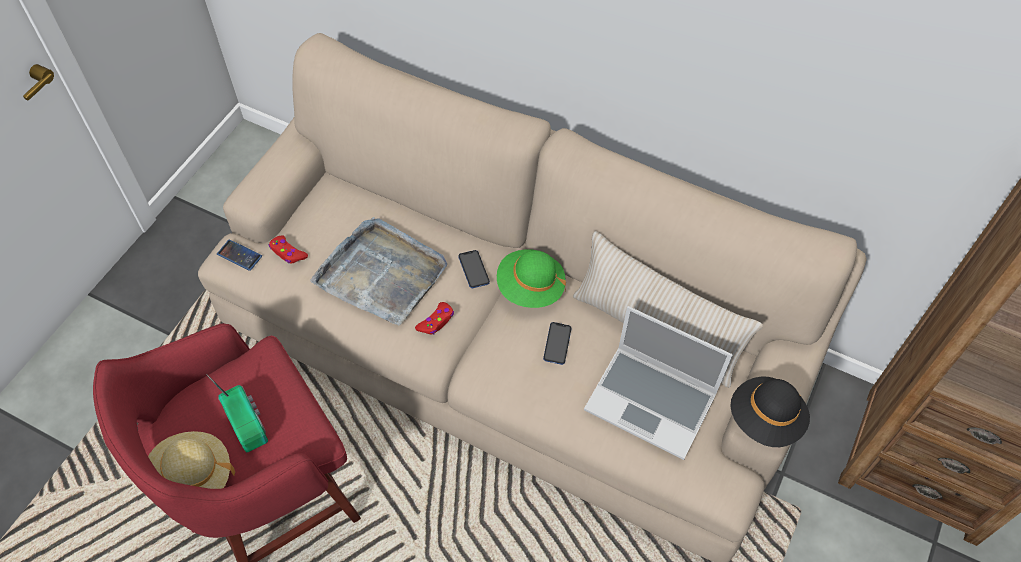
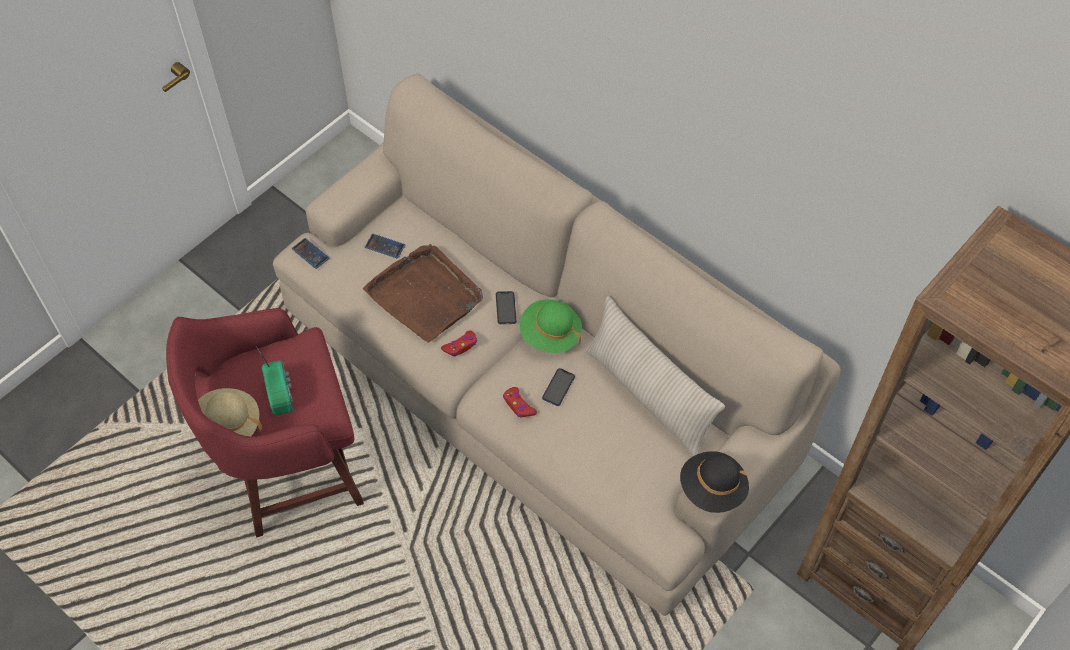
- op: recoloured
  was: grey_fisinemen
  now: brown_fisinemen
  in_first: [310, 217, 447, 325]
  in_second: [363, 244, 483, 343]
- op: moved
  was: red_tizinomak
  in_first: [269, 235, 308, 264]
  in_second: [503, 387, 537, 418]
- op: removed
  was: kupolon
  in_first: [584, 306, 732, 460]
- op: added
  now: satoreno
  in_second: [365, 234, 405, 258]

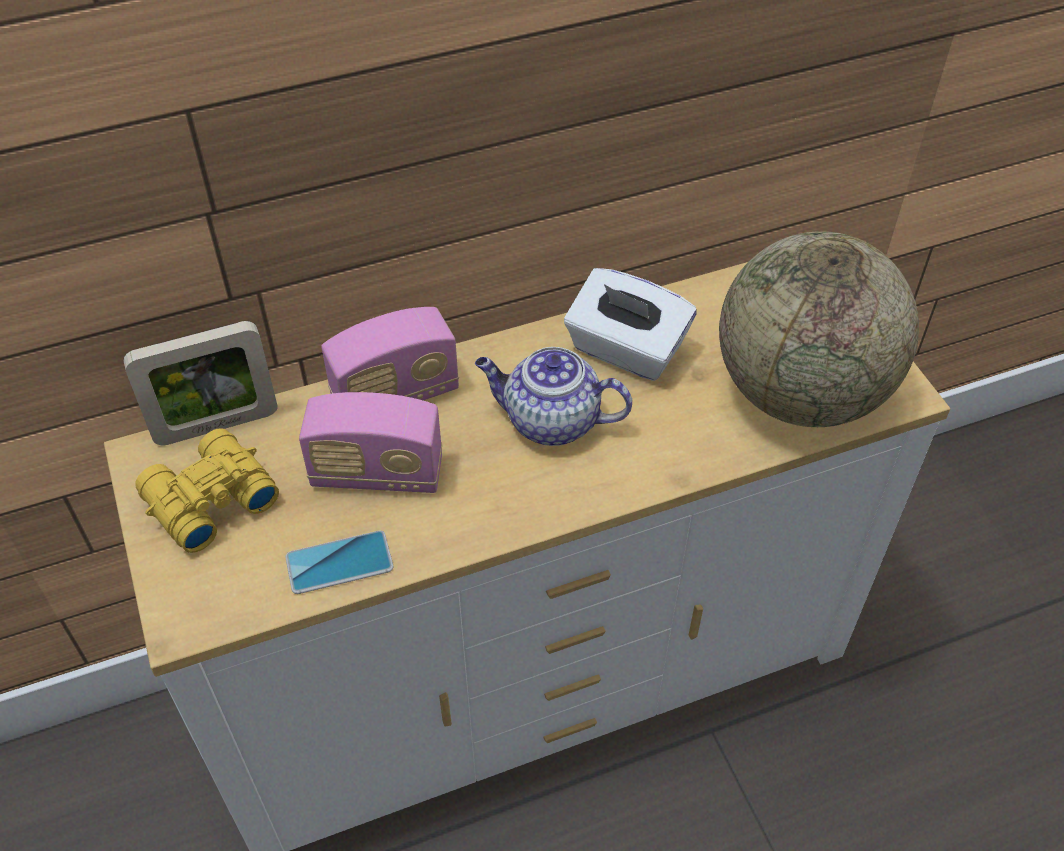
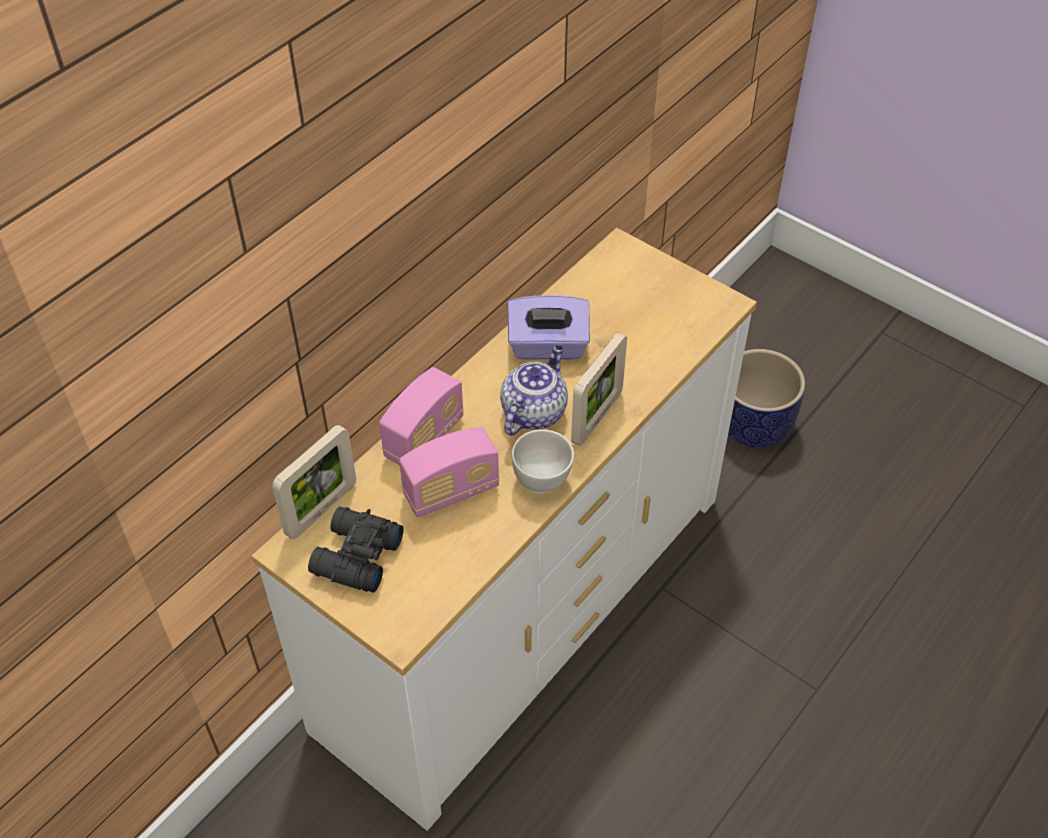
- op: removed
  was: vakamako
  in_first: [719, 231, 919, 427]
- op: recoloured
  was: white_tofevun
  now: purple_tofevun
  in_first: [564, 268, 697, 381]
  in_second: [508, 295, 590, 360]
- op: turned
  was: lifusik
  in_first: [475, 347, 632, 446]
  in_second: [500, 345, 568, 436]
  clockwise: 135
- op: recoloured
  was: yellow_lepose
  now: black_lepose
  in_first: [135, 428, 279, 553]
  in_second: [308, 507, 403, 592]
- op: removed
  was: satoreno
  in_first: [285, 531, 393, 594]
- op: added
  now: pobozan
  in_second: [571, 332, 627, 446]
- op: added
  now: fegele
  in_second: [728, 349, 806, 448]
- op: added
  now: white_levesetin
  in_second: [512, 429, 574, 493]

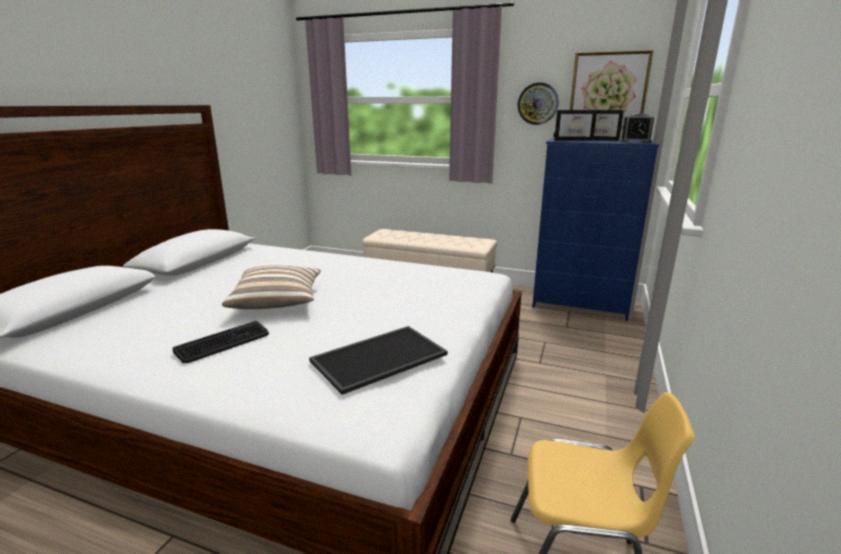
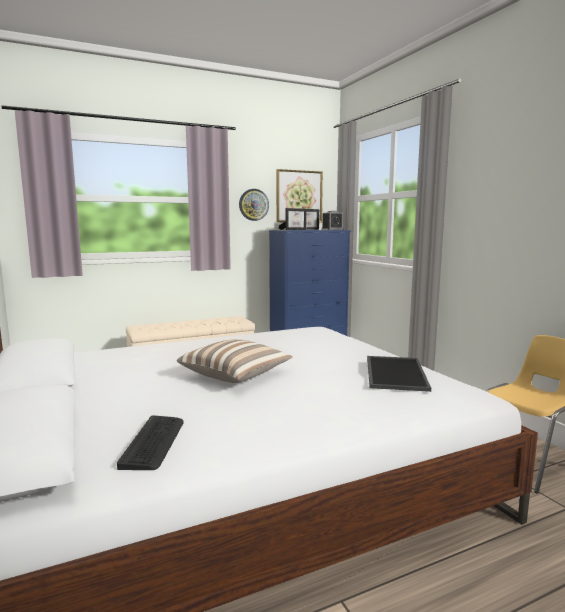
- op: moved
  was: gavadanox
  in_first: [172, 321, 269, 363]
  in_second: [117, 415, 183, 470]

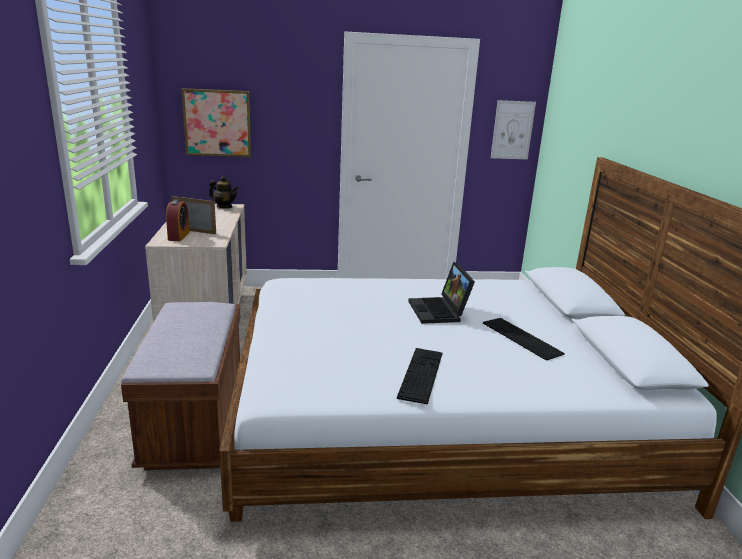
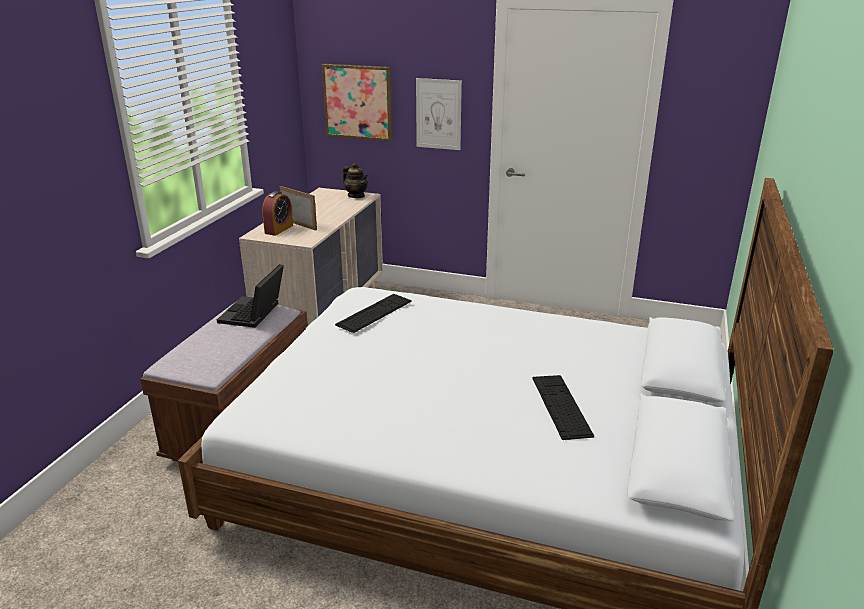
- op: moved
  was: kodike
  in_first: [491, 100, 536, 159]
  in_second: [416, 78, 462, 150]
- op: moved
  was: kupolon
  in_first: [408, 262, 475, 324]
  in_second: [217, 264, 284, 328]
- op: moved
  was: gavadanox
  in_first: [397, 348, 442, 404]
  in_second: [335, 294, 412, 333]

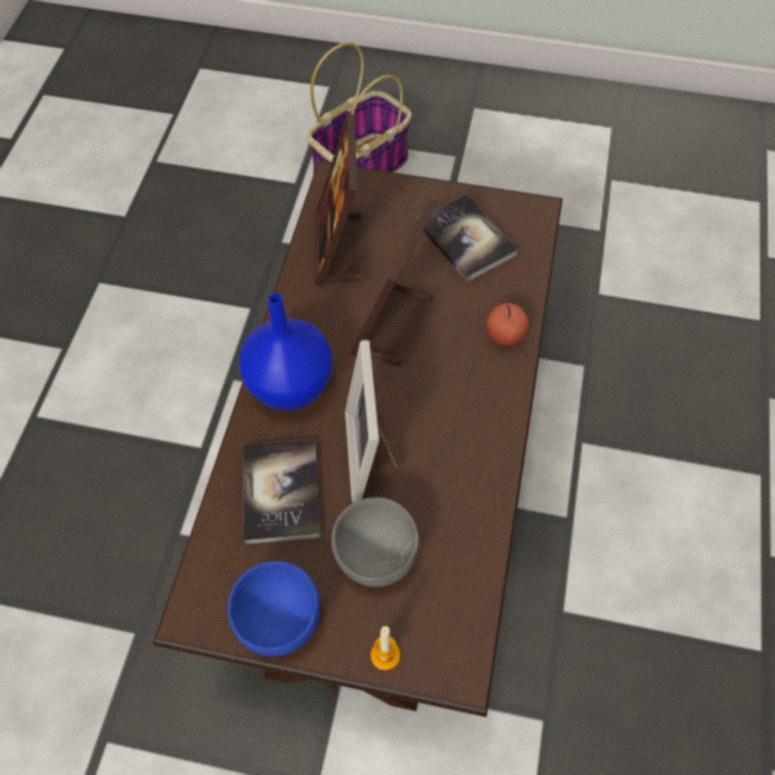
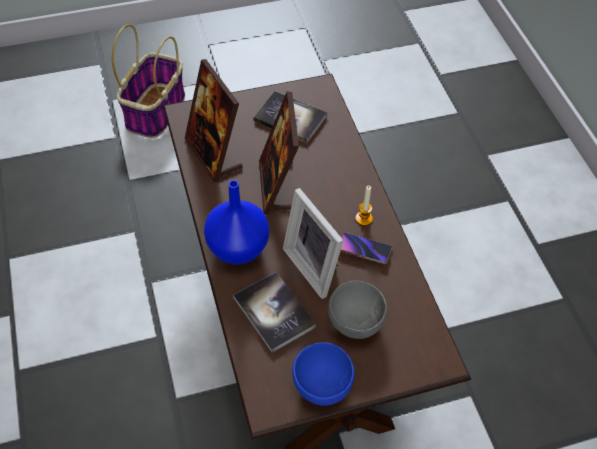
- op: removed
  was: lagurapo
  in_first: [486, 303, 529, 346]
- op: moved
  was: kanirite
  in_first: [370, 626, 400, 671]
  in_second: [355, 185, 373, 226]
- op: added
  now: satoreno
  in_second: [340, 233, 392, 264]

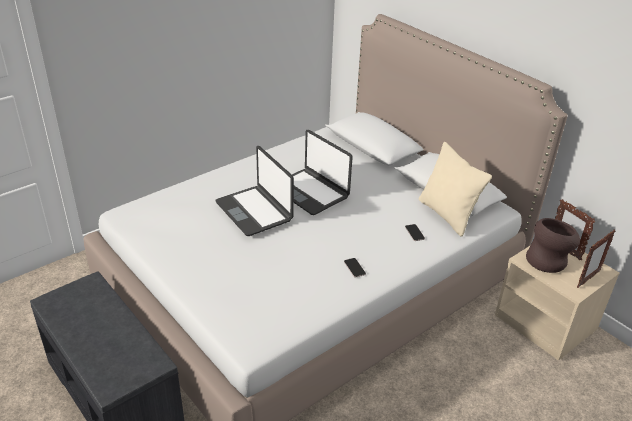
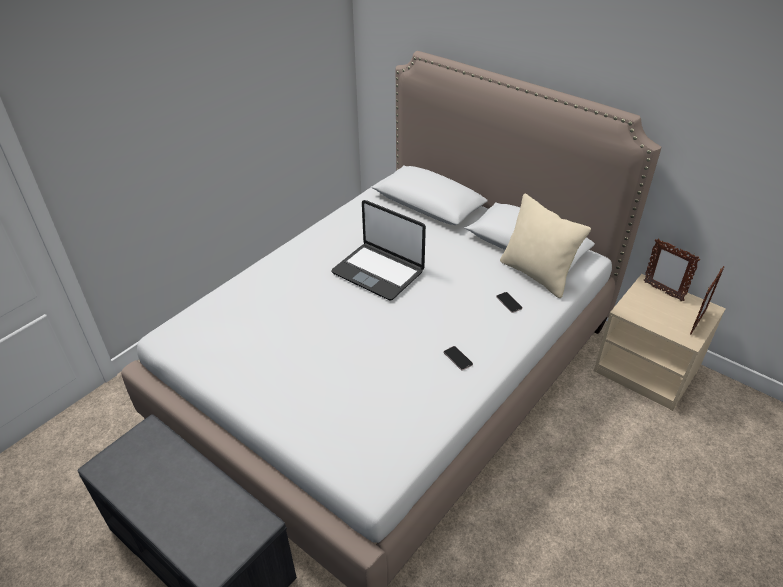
- op: removed
  was: kupolon
  in_first: [216, 146, 294, 236]
- op: removed
  was: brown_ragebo
  in_first: [526, 218, 580, 273]

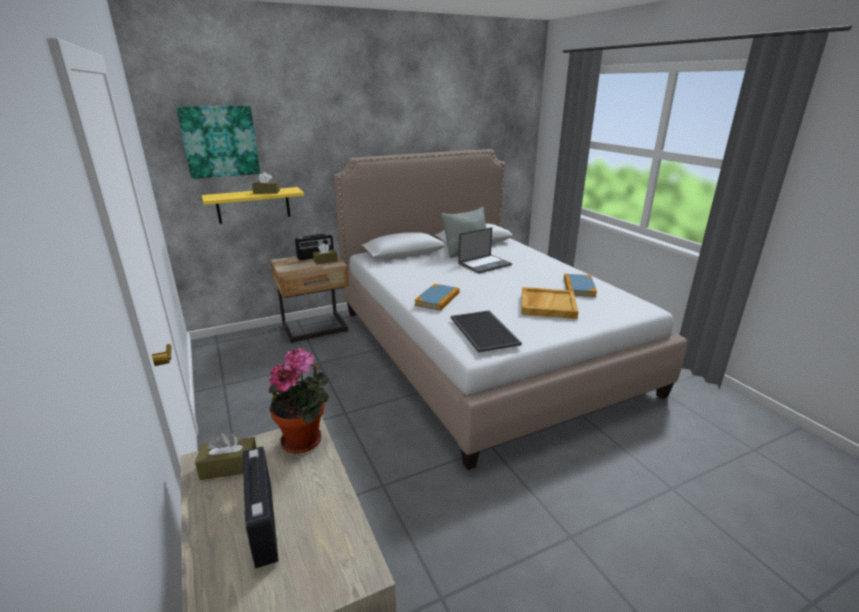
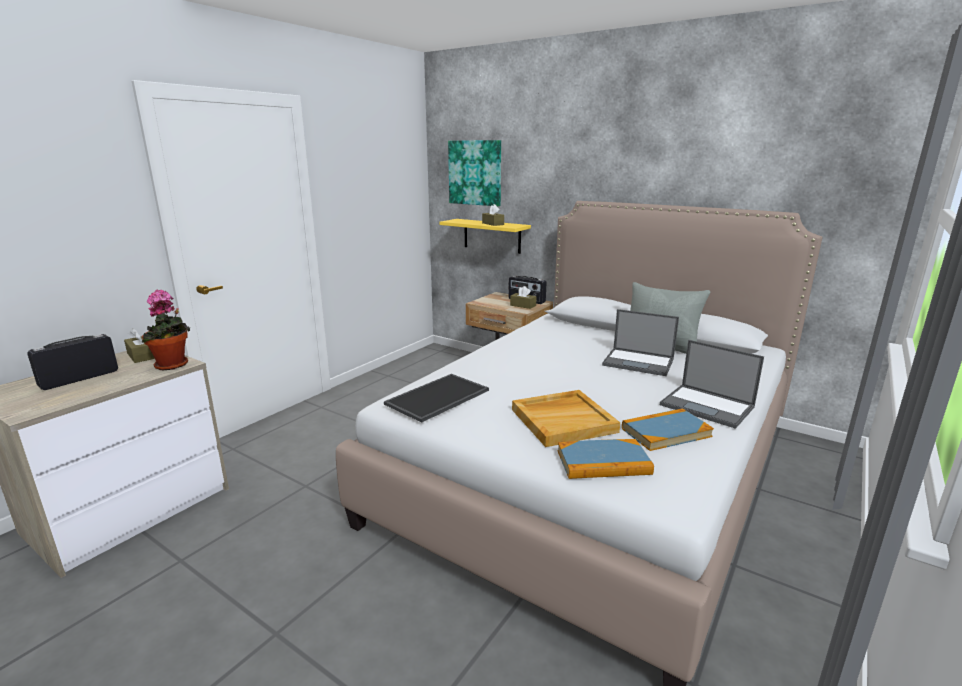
- op: moved
  was: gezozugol
  in_first: [414, 284, 460, 311]
  in_second: [557, 439, 654, 479]
- op: added
  now: kupolon
  in_second: [660, 340, 764, 429]

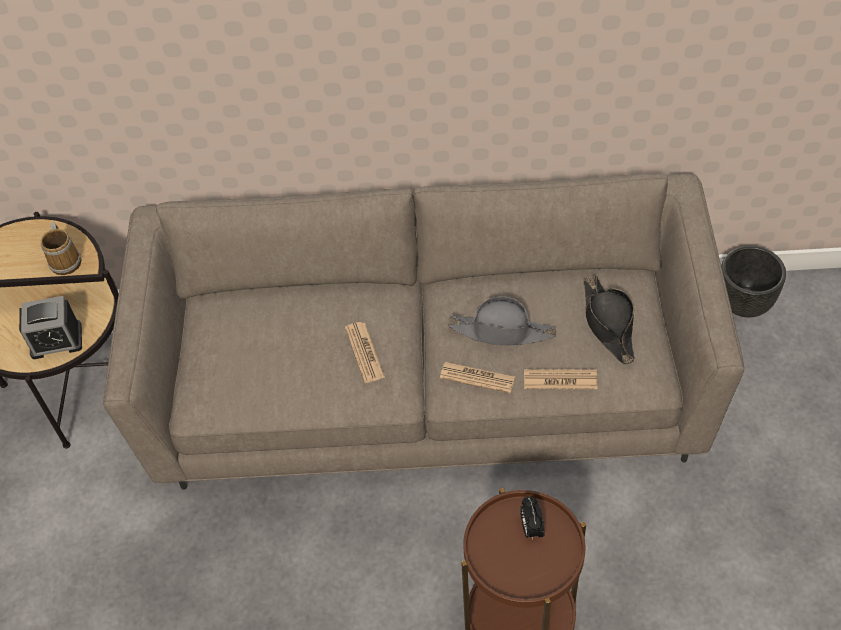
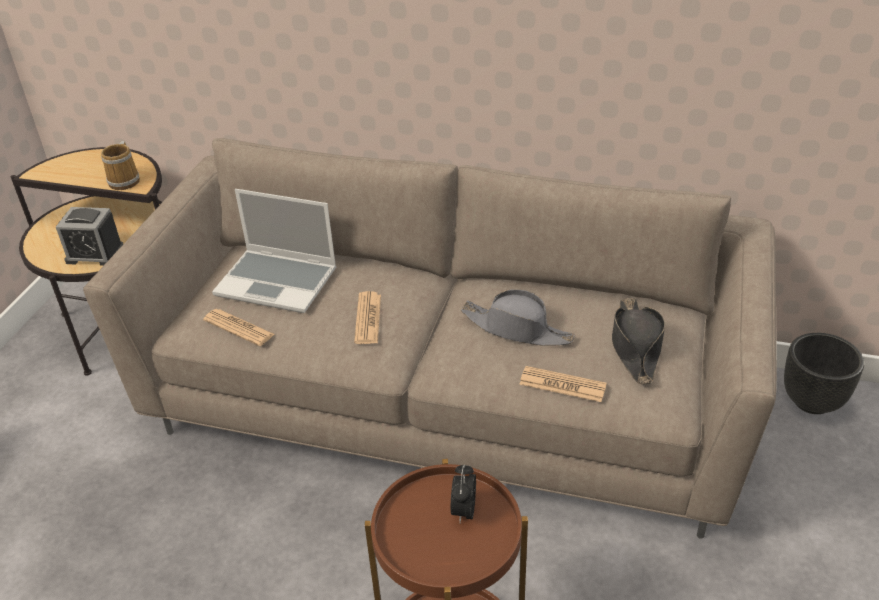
- op: moved
  was: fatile
  in_first: [440, 362, 515, 393]
  in_second: [203, 309, 275, 346]
- op: added
  now: kupolon
  in_second: [212, 189, 336, 313]

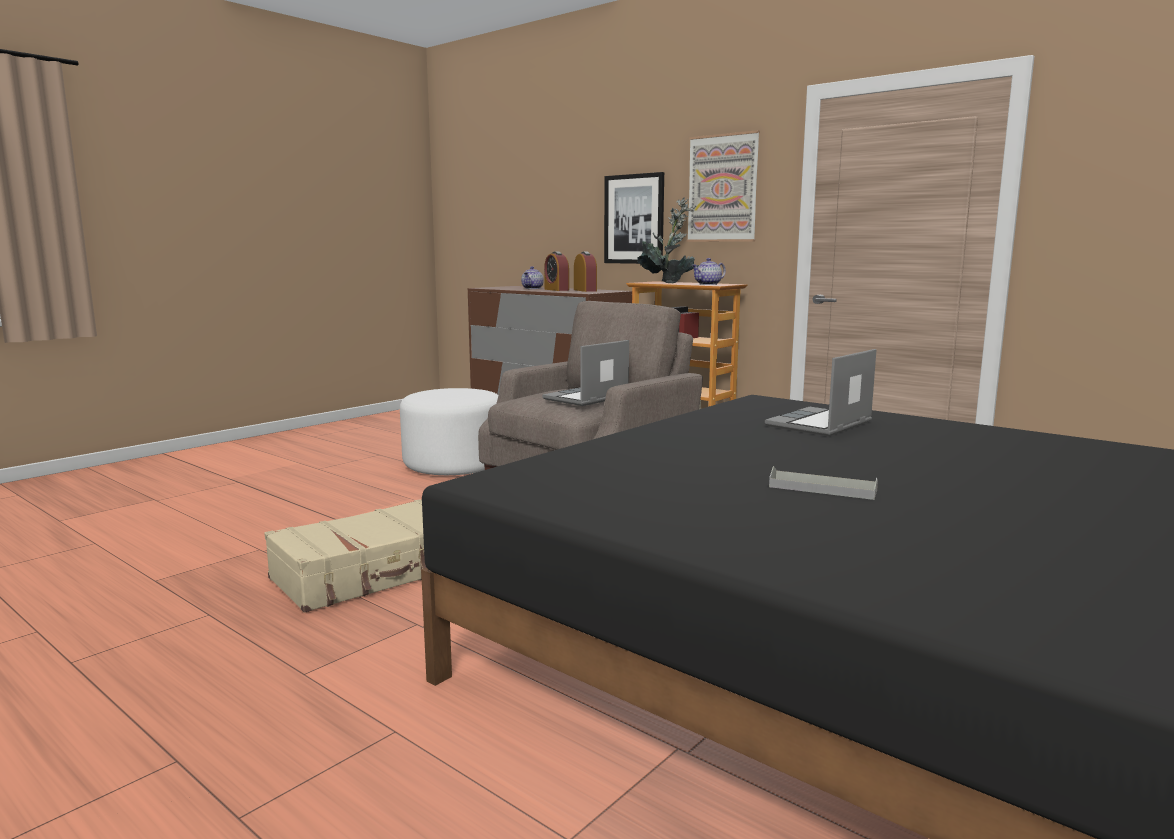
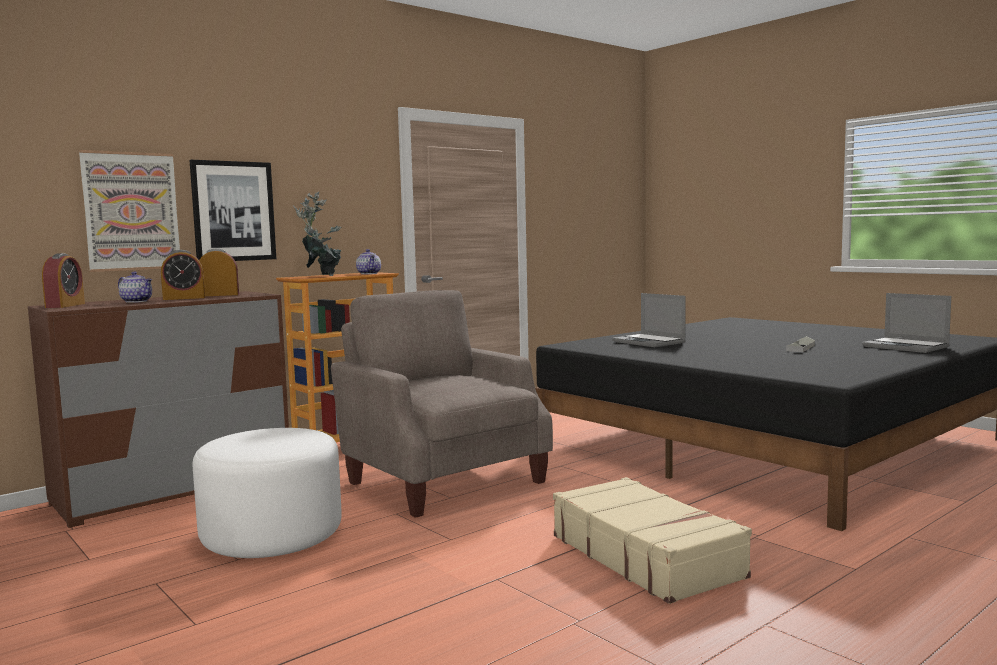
- op: moved
  was: kodike
  in_first: [687, 130, 760, 242]
  in_second: [79, 150, 180, 272]
- op: moved
  was: kupolon
  in_first: [542, 340, 629, 406]
  in_second: [862, 293, 951, 353]
- op: added
  now: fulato
  in_second: [42, 253, 85, 308]

